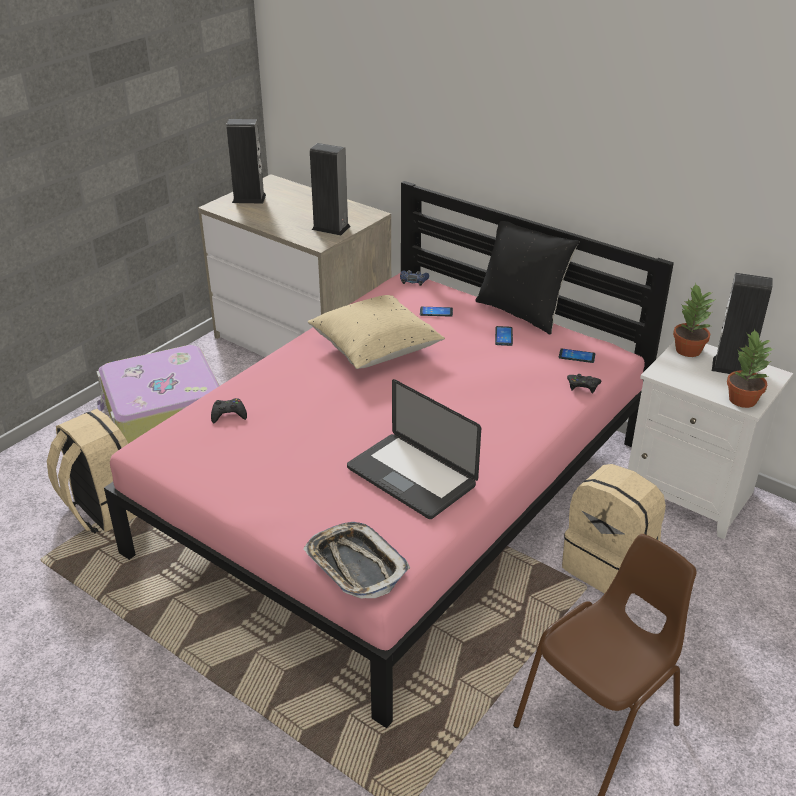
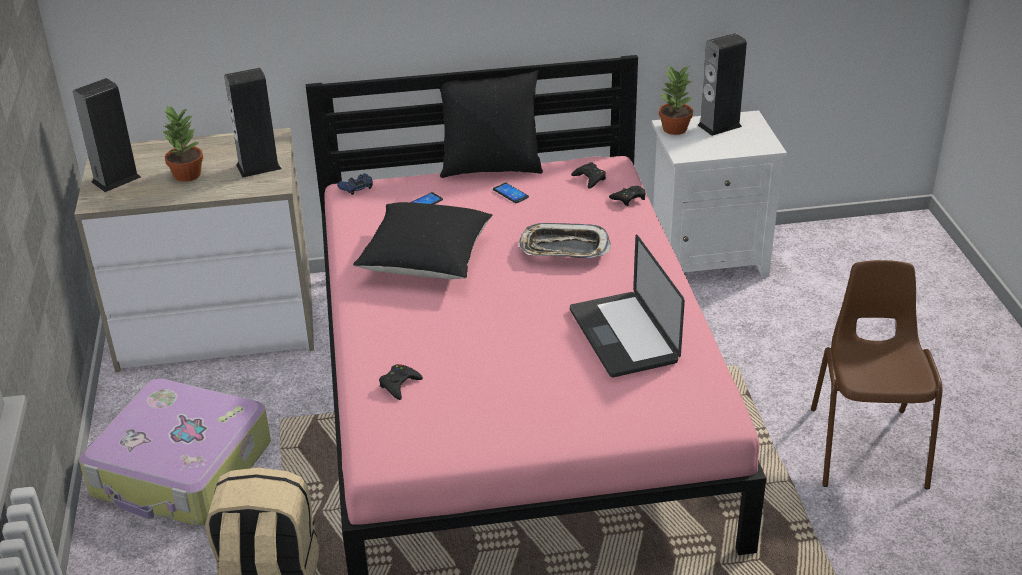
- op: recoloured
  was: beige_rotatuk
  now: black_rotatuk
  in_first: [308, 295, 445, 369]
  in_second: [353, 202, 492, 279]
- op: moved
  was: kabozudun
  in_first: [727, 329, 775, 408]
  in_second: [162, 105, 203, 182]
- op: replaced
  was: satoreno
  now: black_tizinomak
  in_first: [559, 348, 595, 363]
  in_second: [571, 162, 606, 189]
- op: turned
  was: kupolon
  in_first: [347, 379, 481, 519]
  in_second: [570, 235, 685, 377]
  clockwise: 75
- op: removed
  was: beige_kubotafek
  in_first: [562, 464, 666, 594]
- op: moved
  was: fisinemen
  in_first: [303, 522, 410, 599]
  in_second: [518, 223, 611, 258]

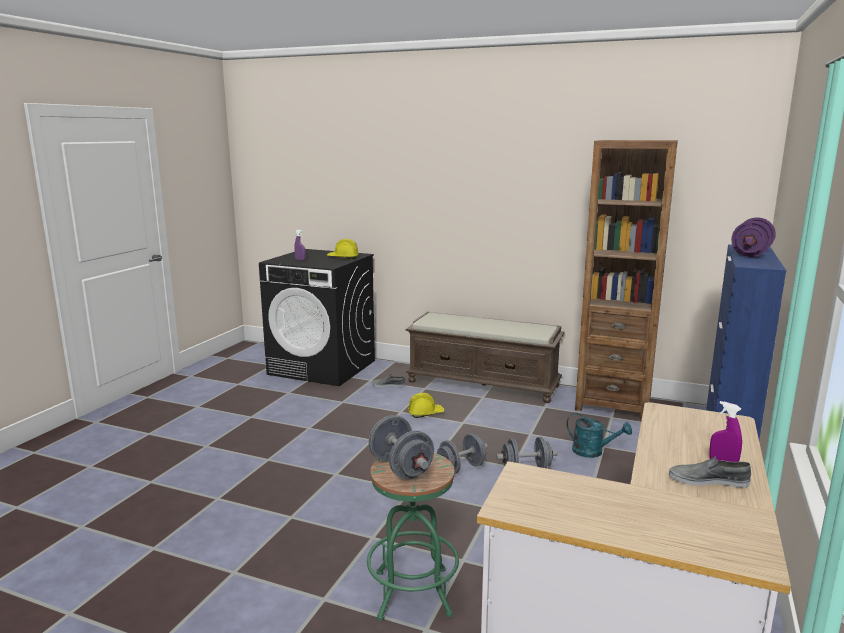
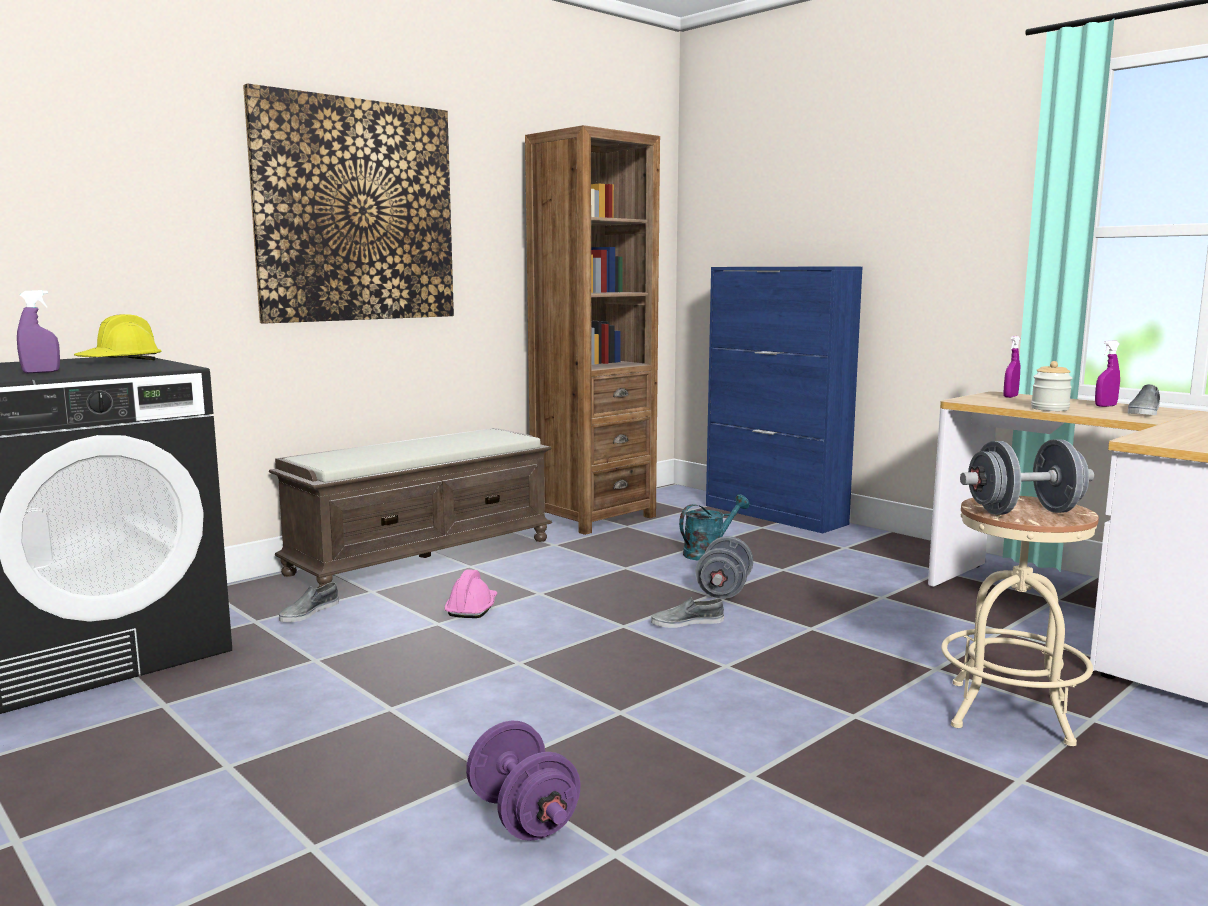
- op: moved
  was: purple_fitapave
  in_first: [731, 217, 776, 257]
  in_second: [466, 721, 580, 841]
- op: recoloured
  was: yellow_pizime
  now: pink_pizime
  in_first: [408, 393, 444, 418]
  in_second: [445, 570, 497, 618]
- op: replaced
  was: grey_fitapave
  now: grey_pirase
  in_first: [437, 433, 488, 474]
  in_second: [651, 597, 724, 628]
- op: recoloured
  was: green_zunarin
  now: beige_zunarin
  in_first: [367, 453, 459, 621]
  in_second: [941, 496, 1099, 746]
- op: added
  now: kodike
  in_second: [243, 83, 454, 324]
- op: added
  now: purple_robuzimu
  in_second: [1004, 336, 1020, 398]
- op: added
  now: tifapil
  in_second: [1031, 361, 1073, 411]

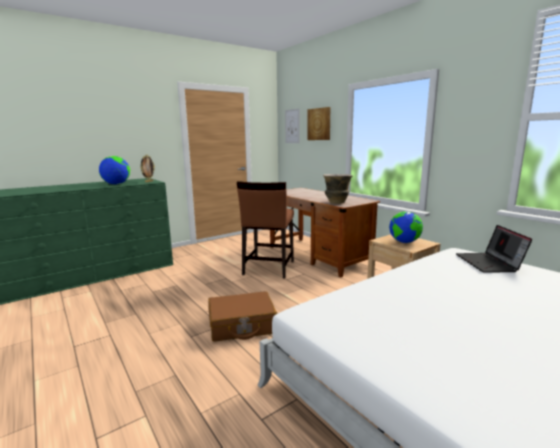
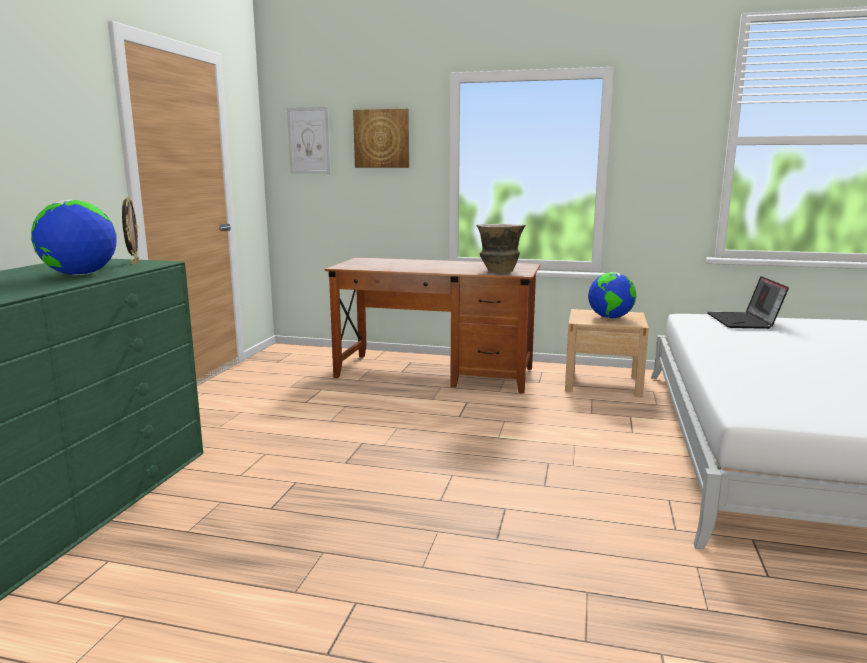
- op: removed
  was: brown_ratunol
  in_first: [237, 181, 294, 278]
- op: turned
  was: kupolon
  in_first: [456, 225, 532, 273]
  in_second: [707, 276, 789, 329]
  clockwise: 45
- op: removed
  was: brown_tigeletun
  in_first: [208, 291, 277, 342]

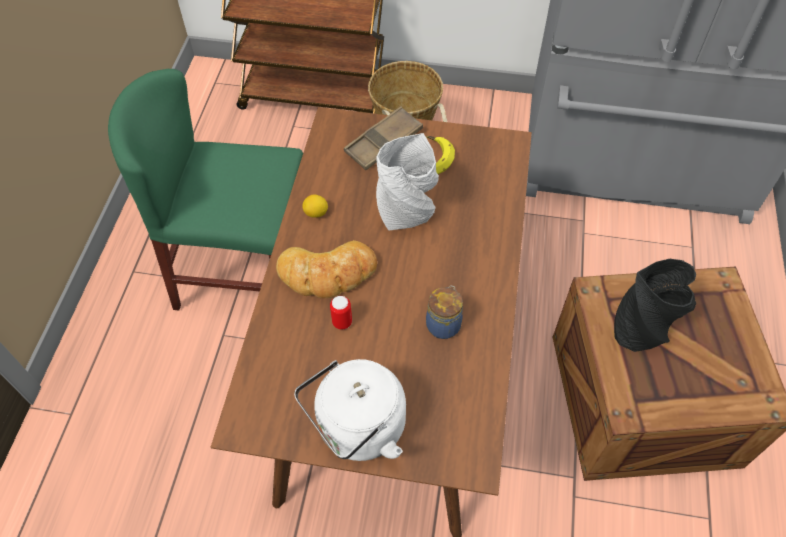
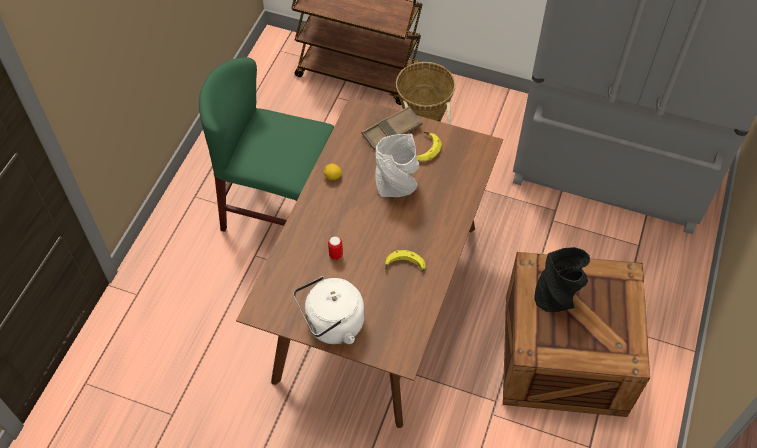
- op: removed
  was: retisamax
  in_first: [276, 240, 377, 298]
- op: replaced
  was: tifapil
  now: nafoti
  in_first: [426, 285, 463, 339]
  in_second: [385, 250, 426, 271]

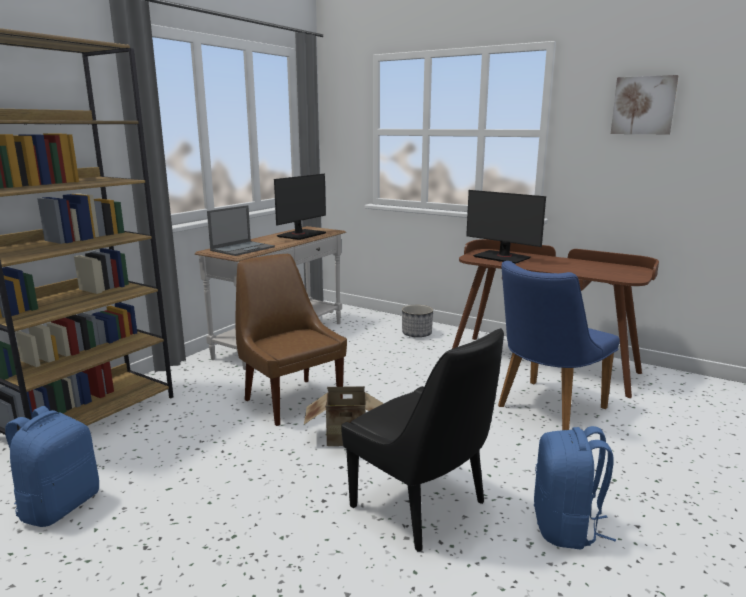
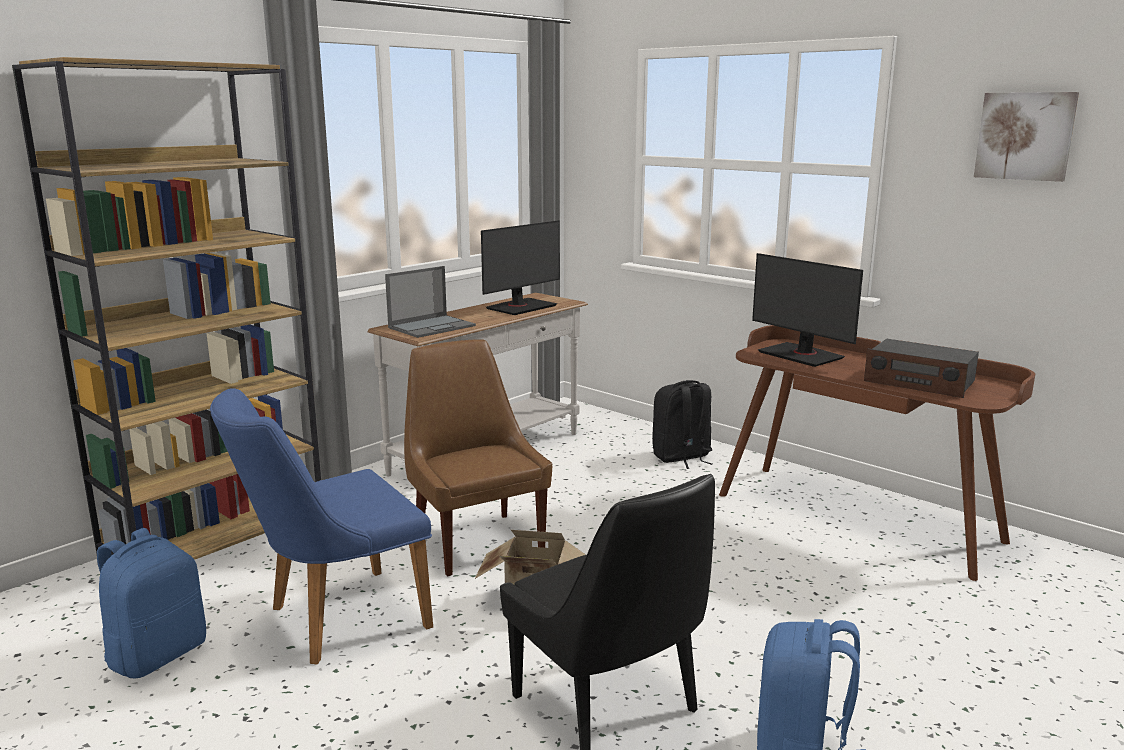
- op: moved
  was: blue_ratunol
  in_first: [498, 261, 620, 430]
  in_second: [210, 388, 433, 665]
- op: replaced
  was: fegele
  now: black_kubotafek
  in_first: [402, 305, 433, 337]
  in_second: [652, 380, 712, 469]
- op: added
  now: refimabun
  in_second: [864, 339, 979, 398]

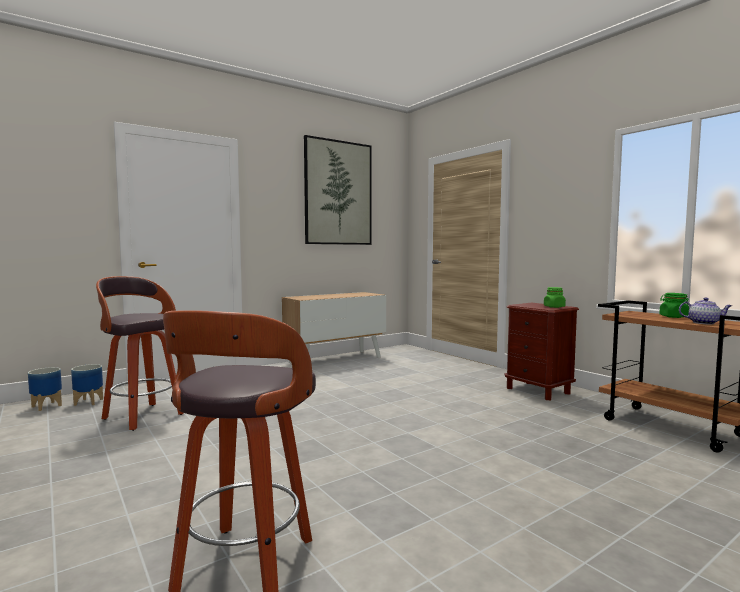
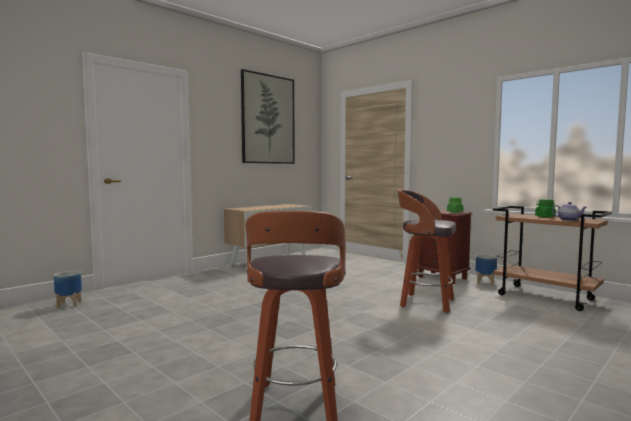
- op: moved
  was: zunarin
  in_first: [96, 276, 183, 431]
  in_second: [398, 189, 456, 313]
- op: moved
  was: fegele
  in_first: [28, 367, 62, 411]
  in_second: [476, 254, 497, 285]

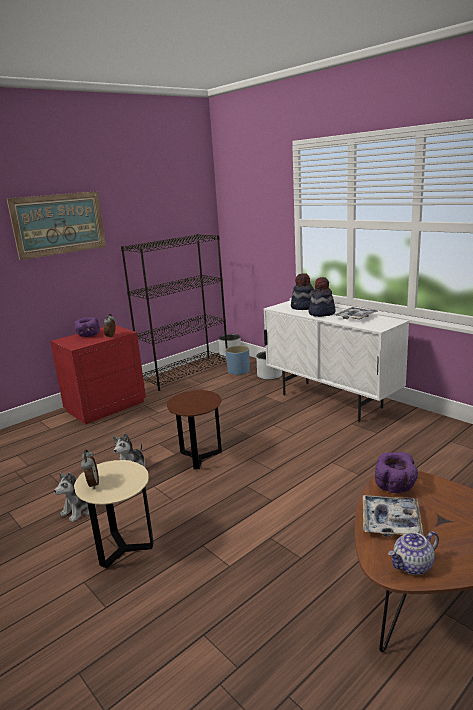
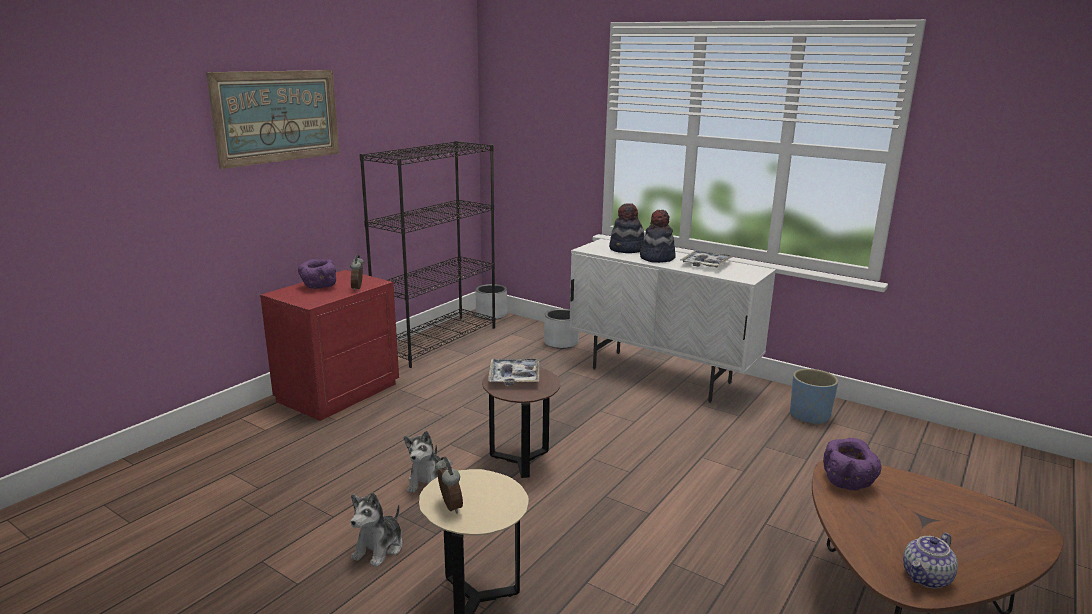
- op: moved
  was: blue_fegele
  in_first: [225, 345, 250, 376]
  in_second: [790, 369, 838, 425]
- op: moved
  was: fisinemen
  in_first: [363, 495, 424, 537]
  in_second: [488, 359, 539, 385]

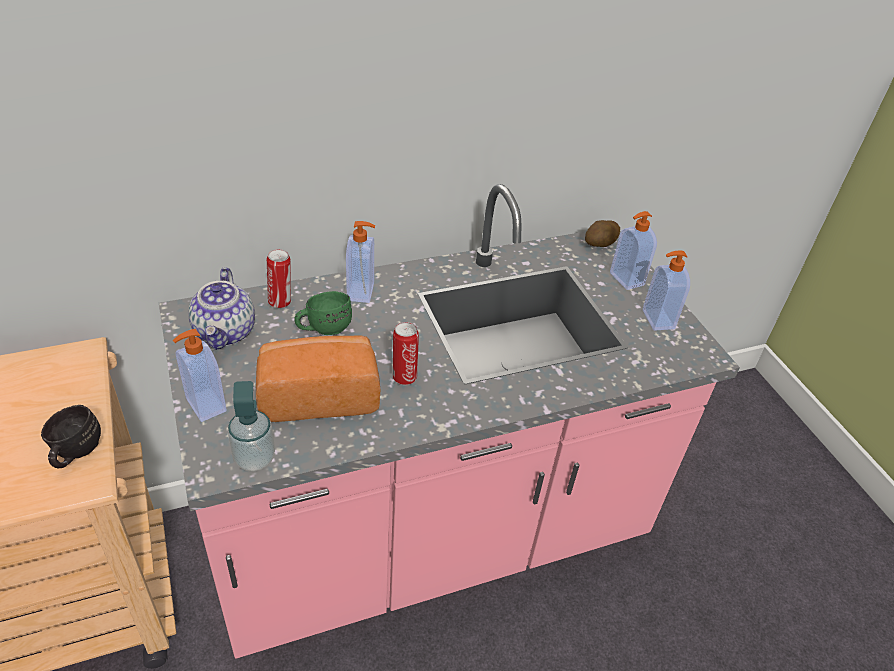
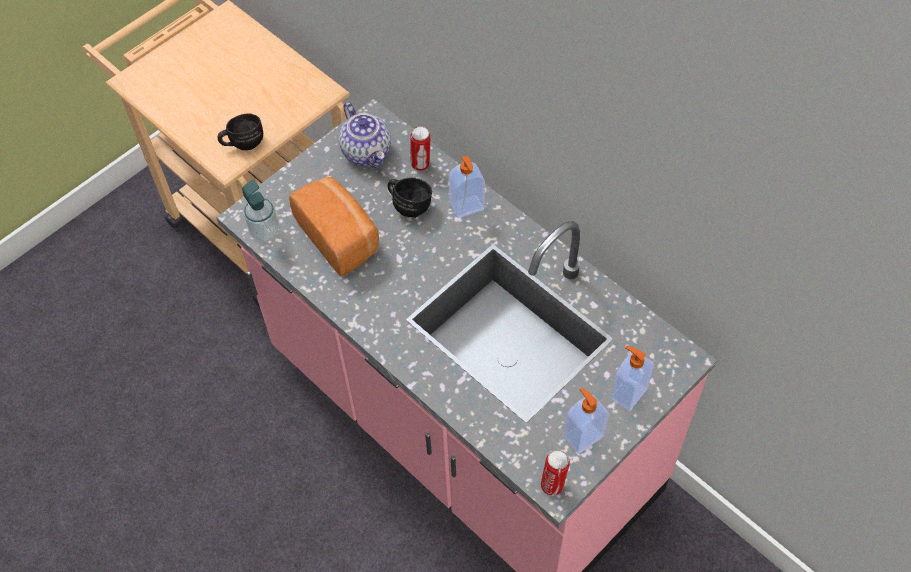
- op: removed
  was: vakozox
  in_first: [585, 220, 620, 247]
- op: turned
  was: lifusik
  in_first: [188, 267, 255, 350]
  in_second: [339, 102, 391, 168]
  clockwise: -90
- op: recoloured
  was: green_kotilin
  now: black_kotilin
  in_first: [294, 291, 352, 335]
  in_second: [388, 178, 432, 218]
- op: moved
  was: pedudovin
  in_first: [393, 322, 419, 385]
  in_second: [541, 450, 570, 496]
- op: removed
  was: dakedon
  in_first: [173, 329, 227, 422]

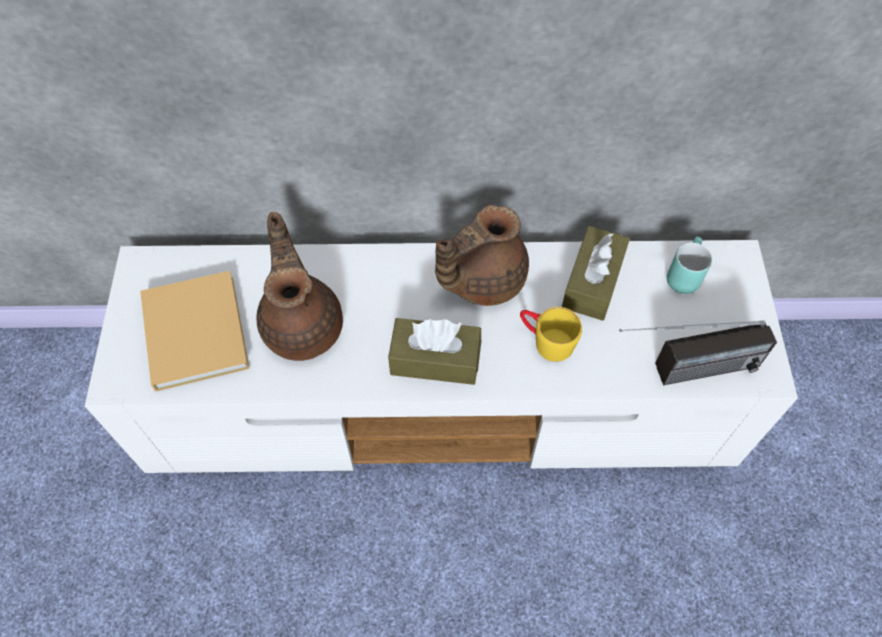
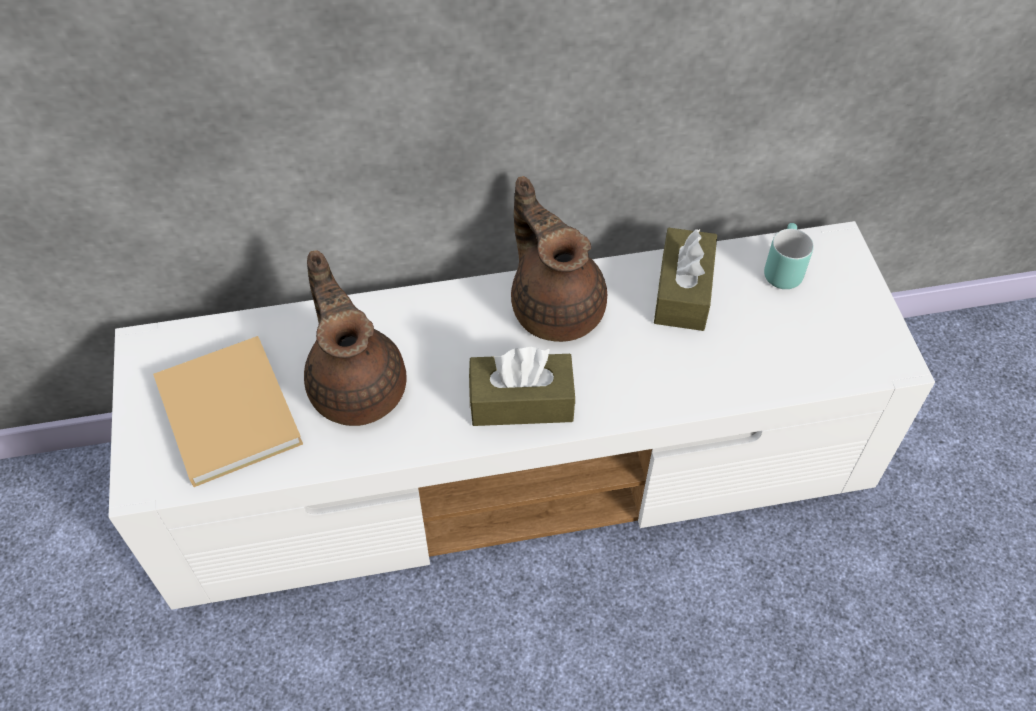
- op: turned
  was: brown_lifusik
  in_first: [435, 205, 529, 306]
  in_second: [511, 176, 607, 342]
  clockwise: 105
- op: removed
  was: yellow_kotilin
  in_first: [520, 307, 582, 362]
- op: removed
  was: refimabun
  in_first: [619, 321, 777, 385]

